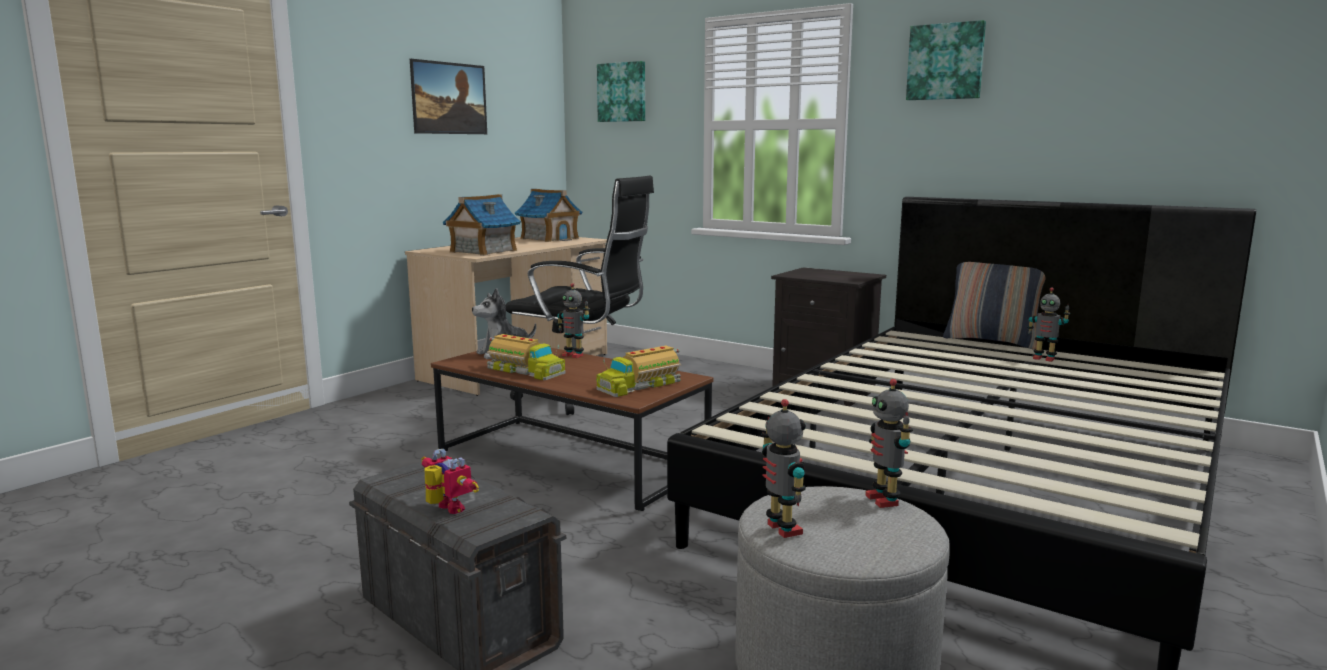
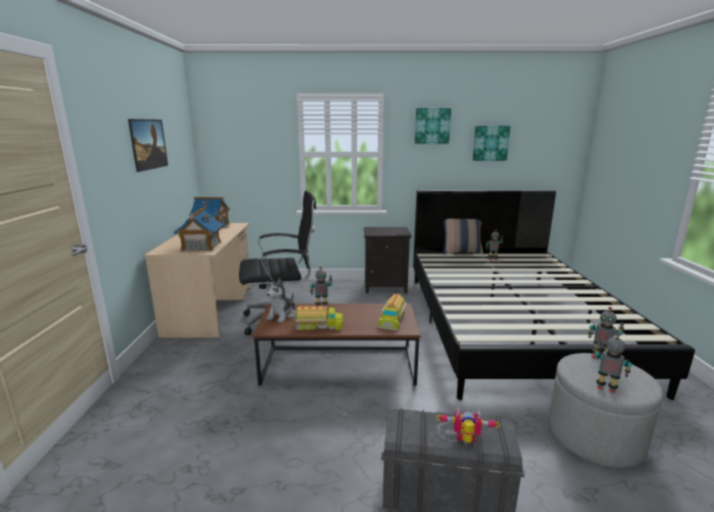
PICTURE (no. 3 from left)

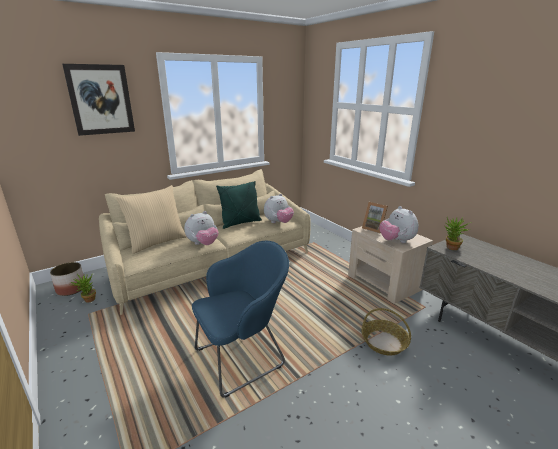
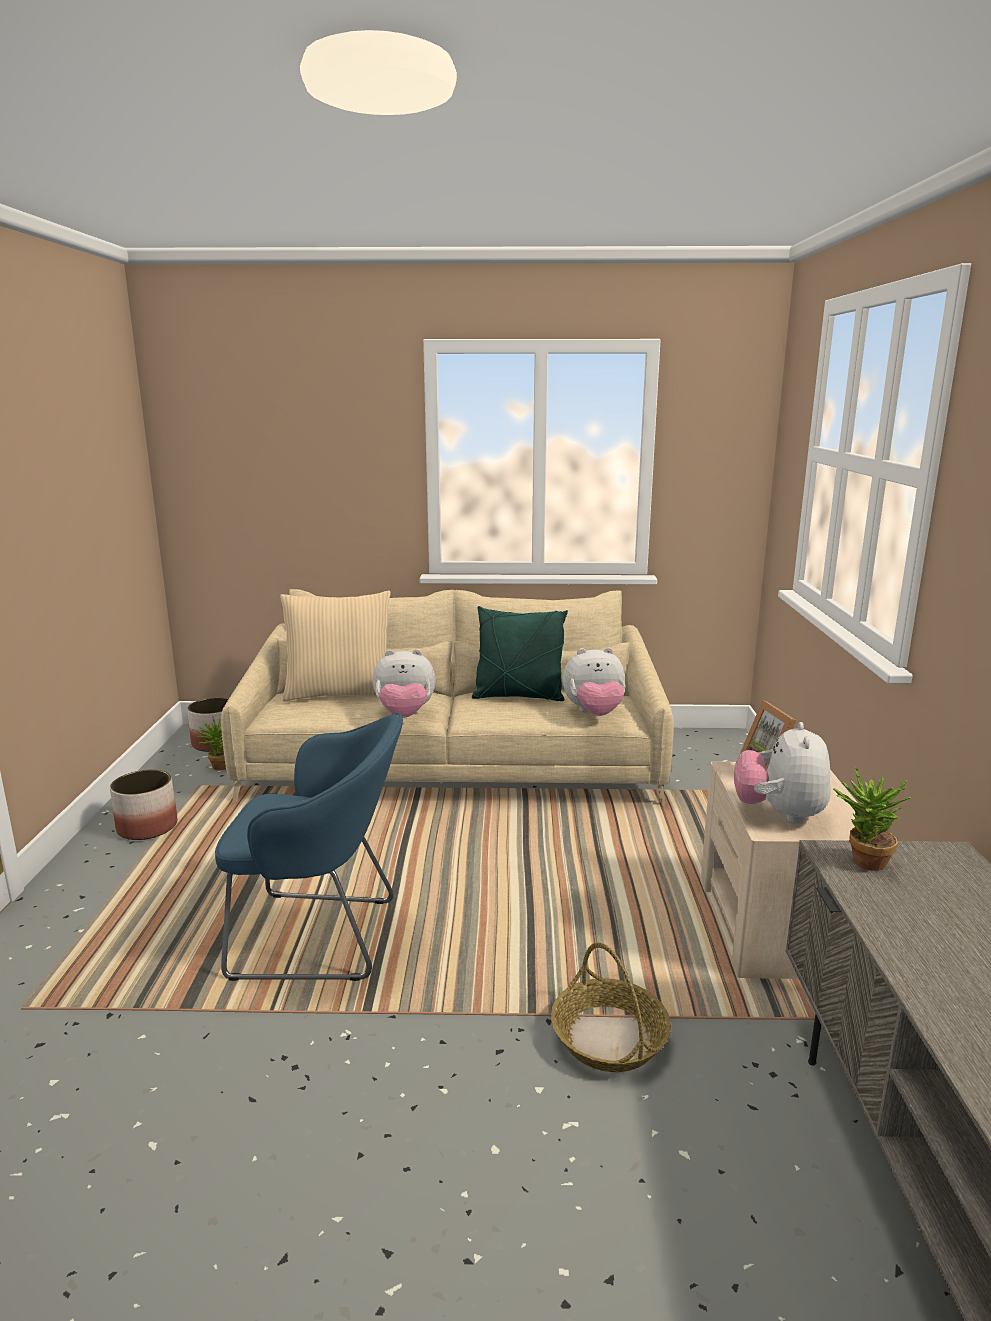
FLOWER POT (no. 1 from left)
PICTURE

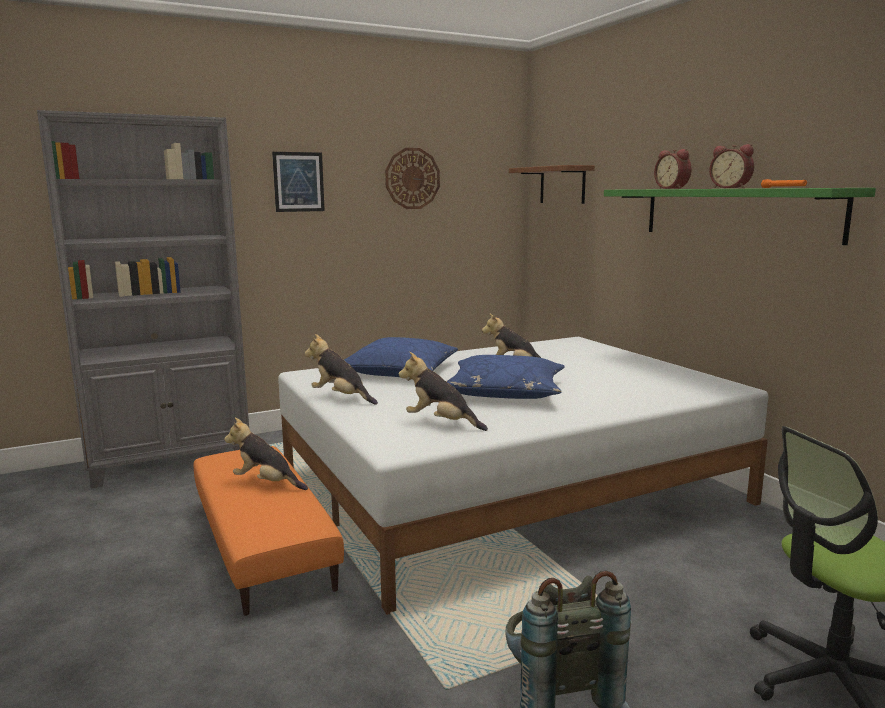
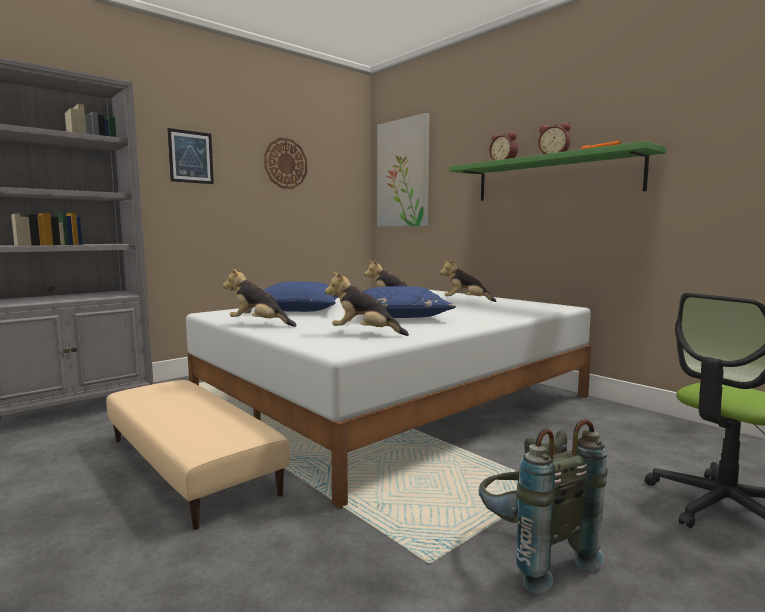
SAND-COLOURED POUFFE
PICTURE (no. 2 from left)
CUDDLY TOY (no. 4 from left)

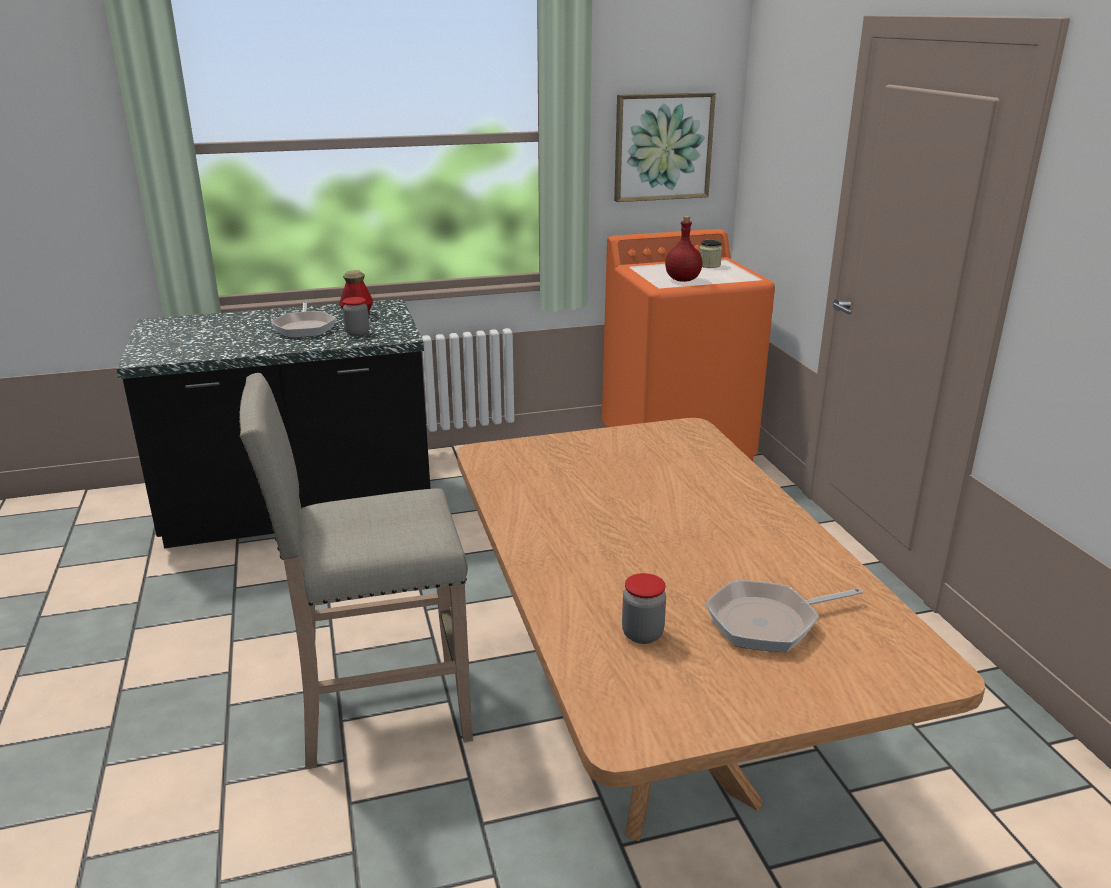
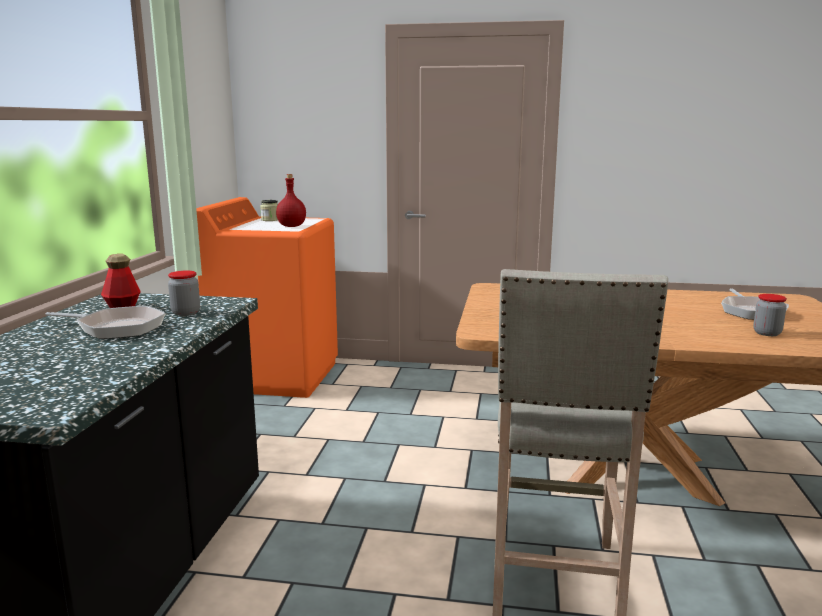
PICTURE

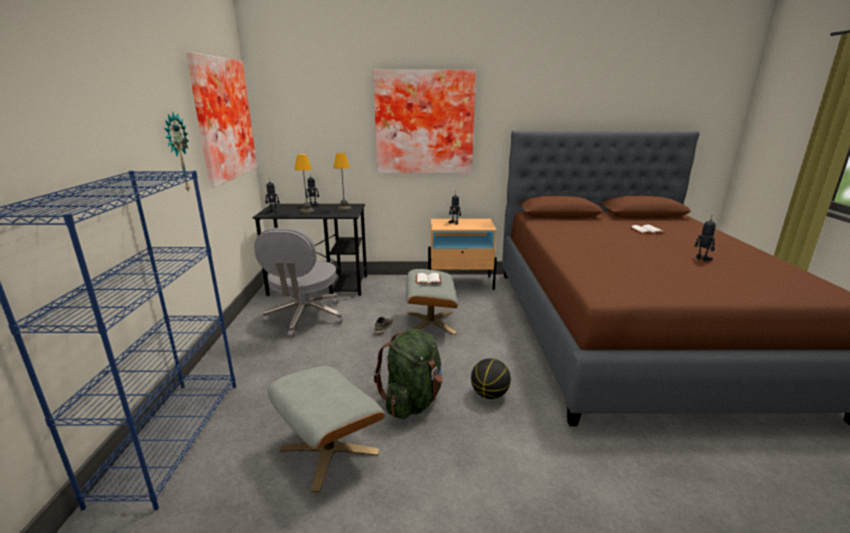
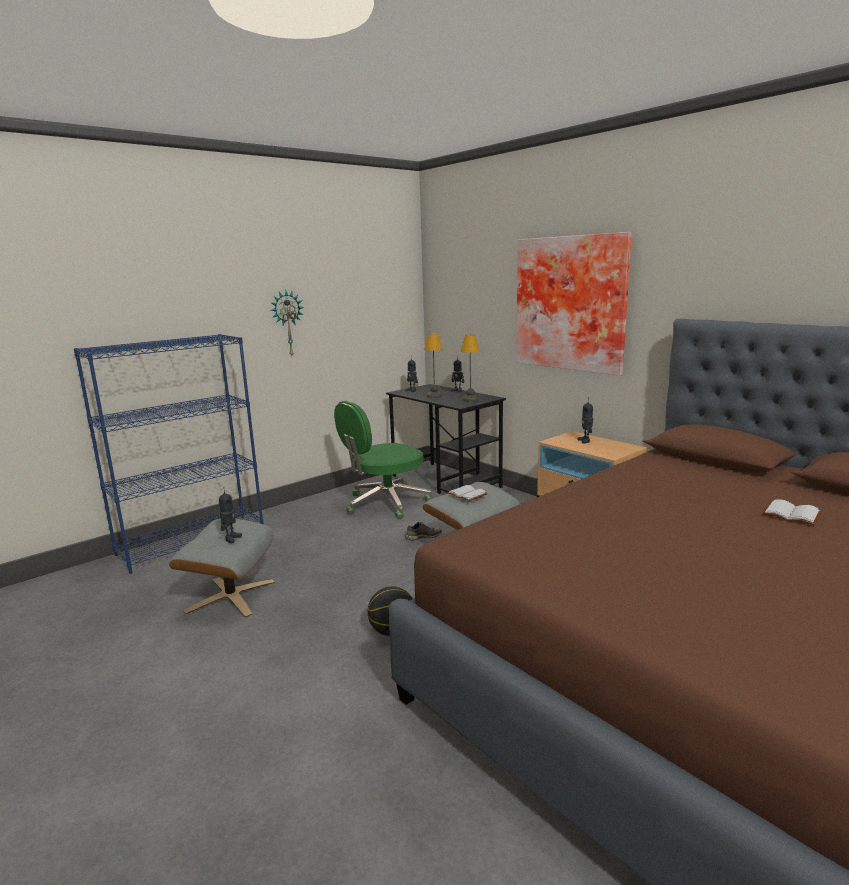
ROBOT FIGURE (no. 1 from left)
GREENISH COMPUTER CHAIR
PICTURE (no. 1 from left in the first image)
GREENISH KNAPSACK

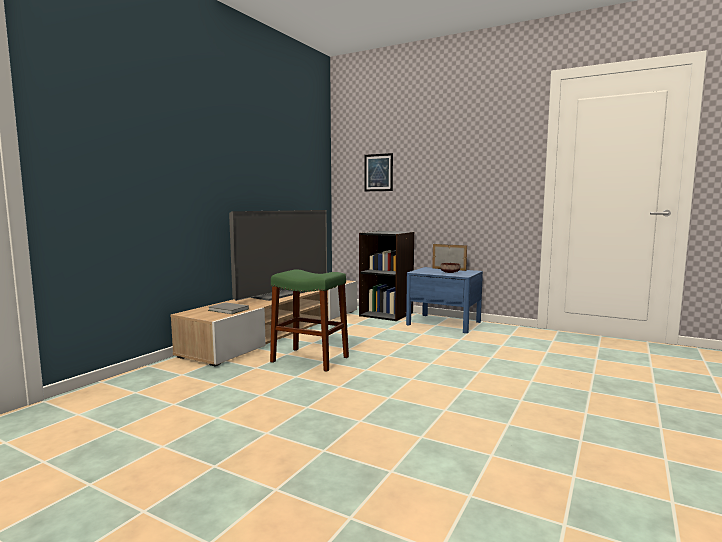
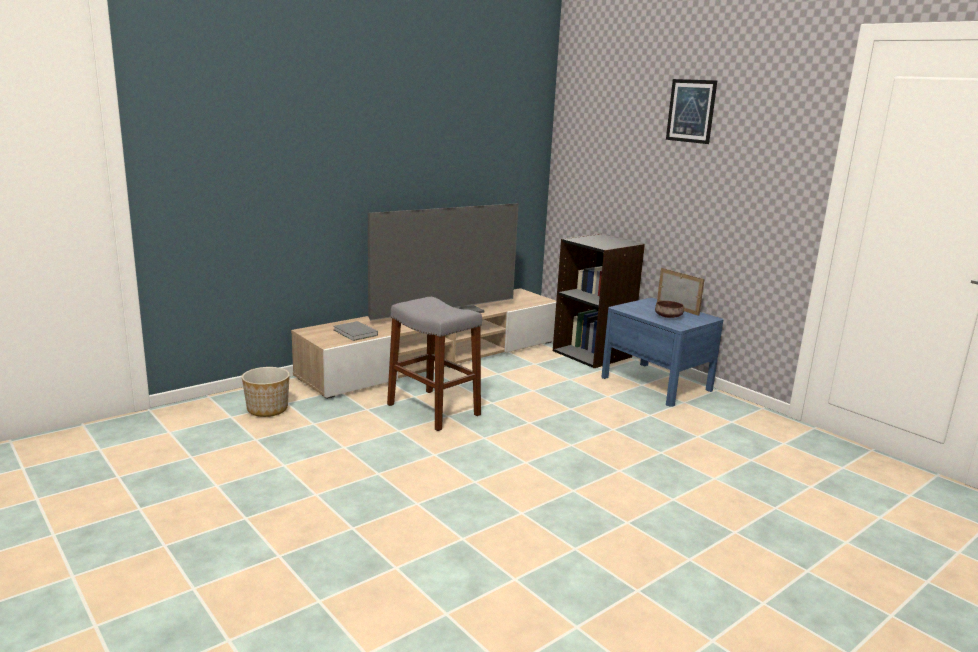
FLOWER POT
GREYISH SITTING STOOL
PICTURE

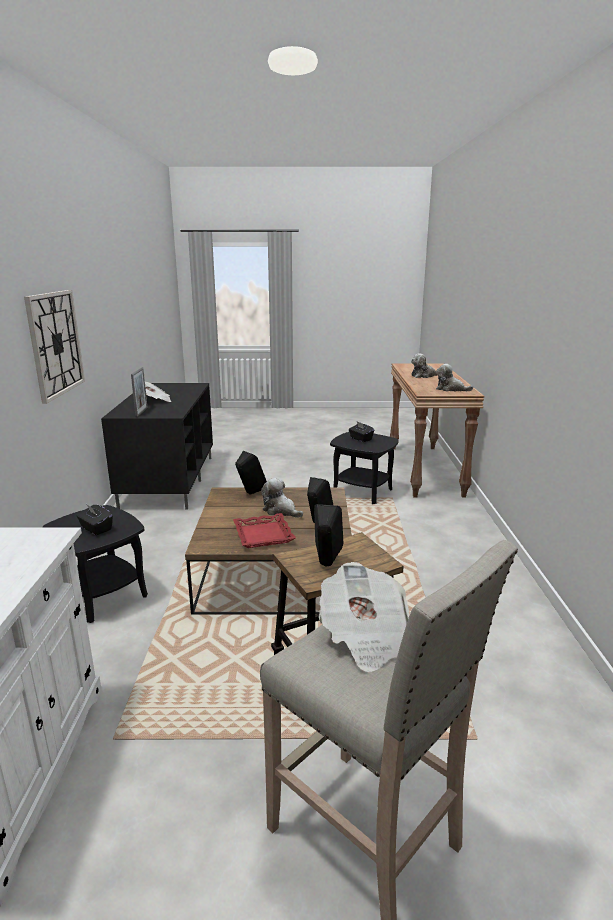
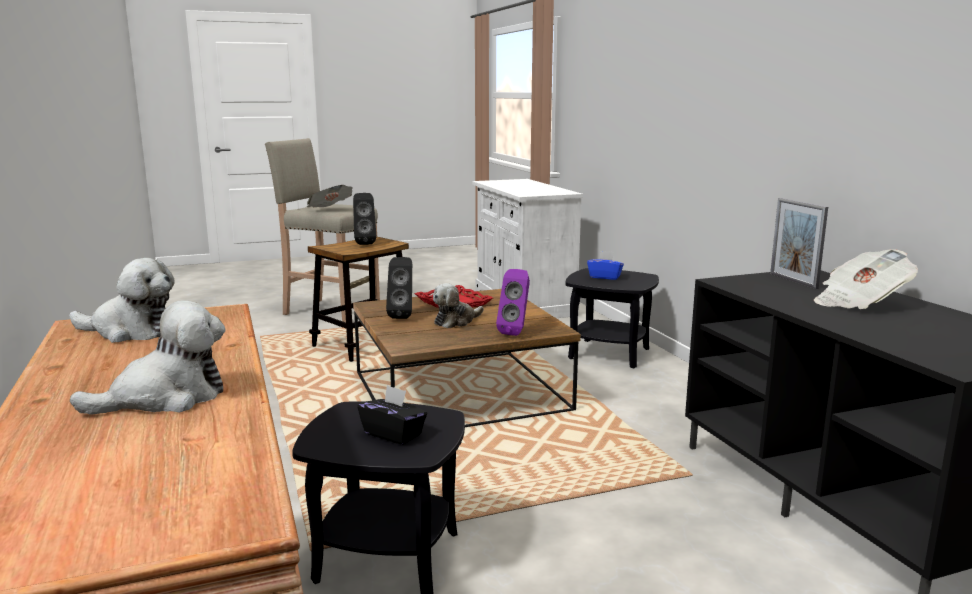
CUDDLY TOY (no. 3 from left)
PURPLE SPEAKER
BLUE-COLOURED TISSUE HOLDER
WALL CLOCK

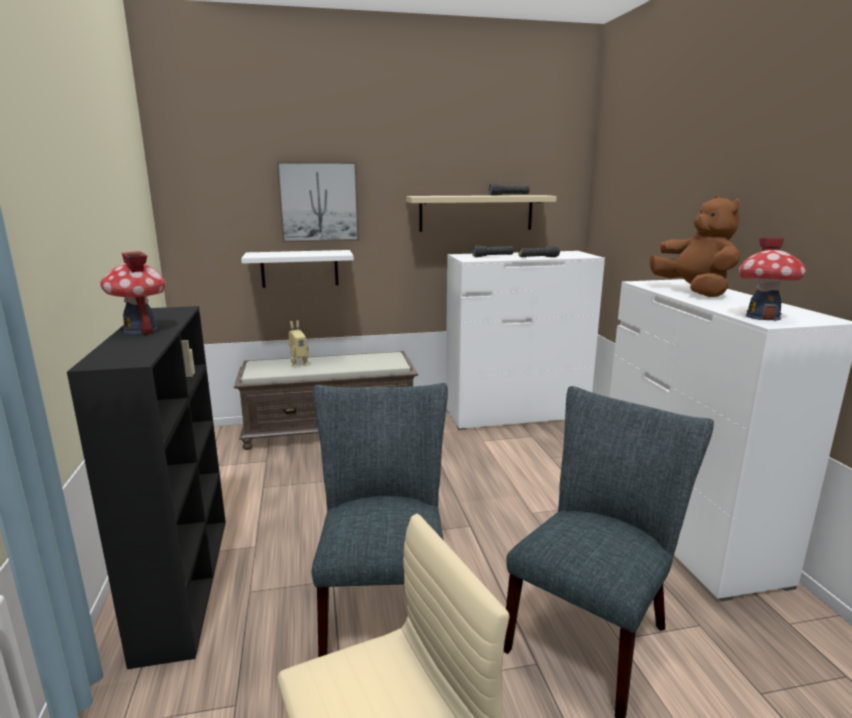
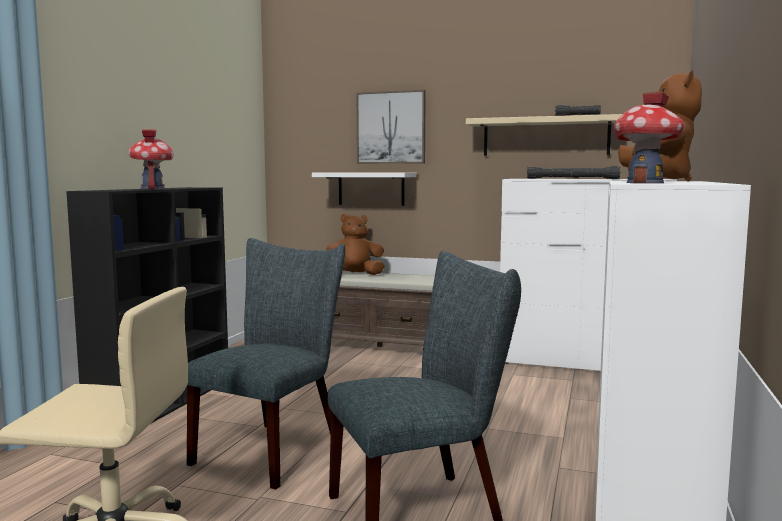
BROWN-COLOURED CUDDLY TOY (no. 1 from left)

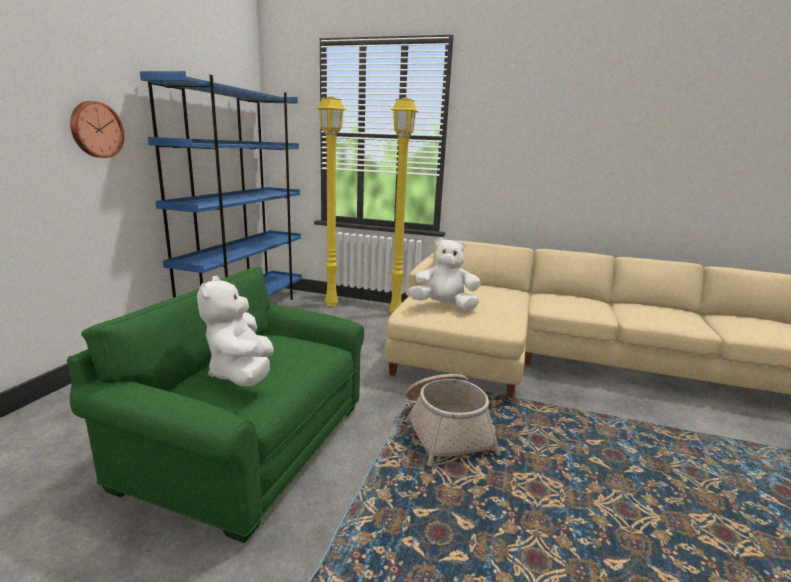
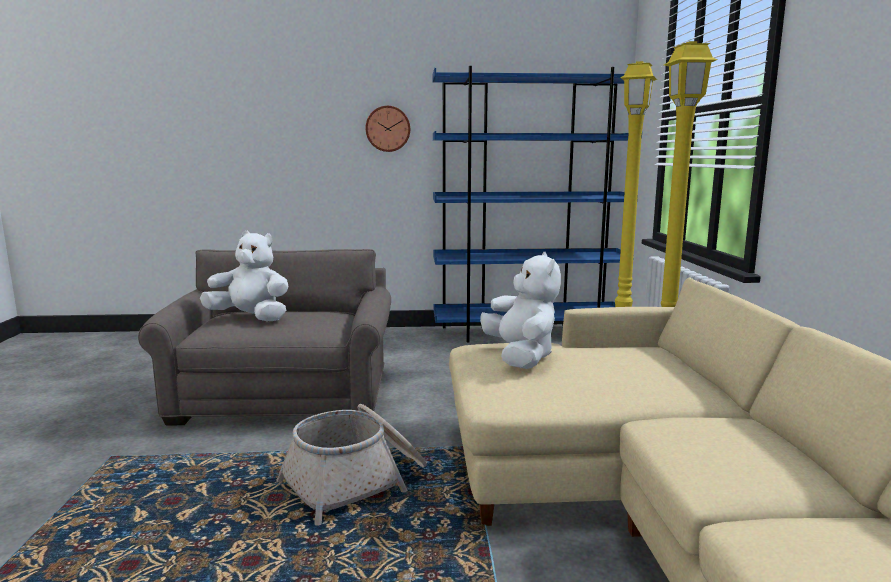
GREYISH ARMCHAIR
WHITISH CUDDLY TOY (no. 1 from left)

